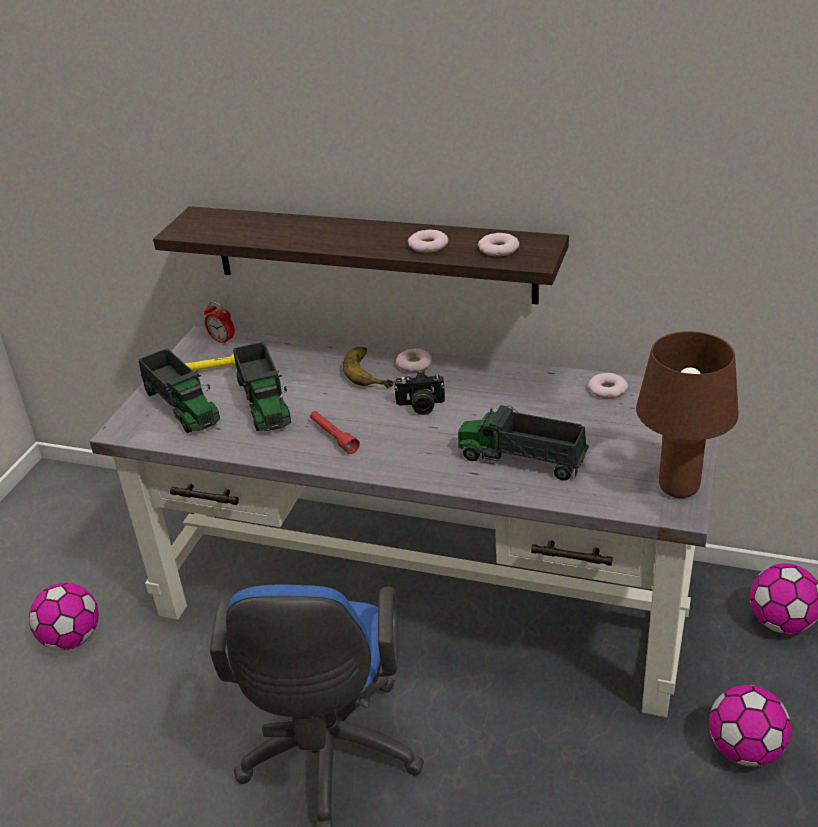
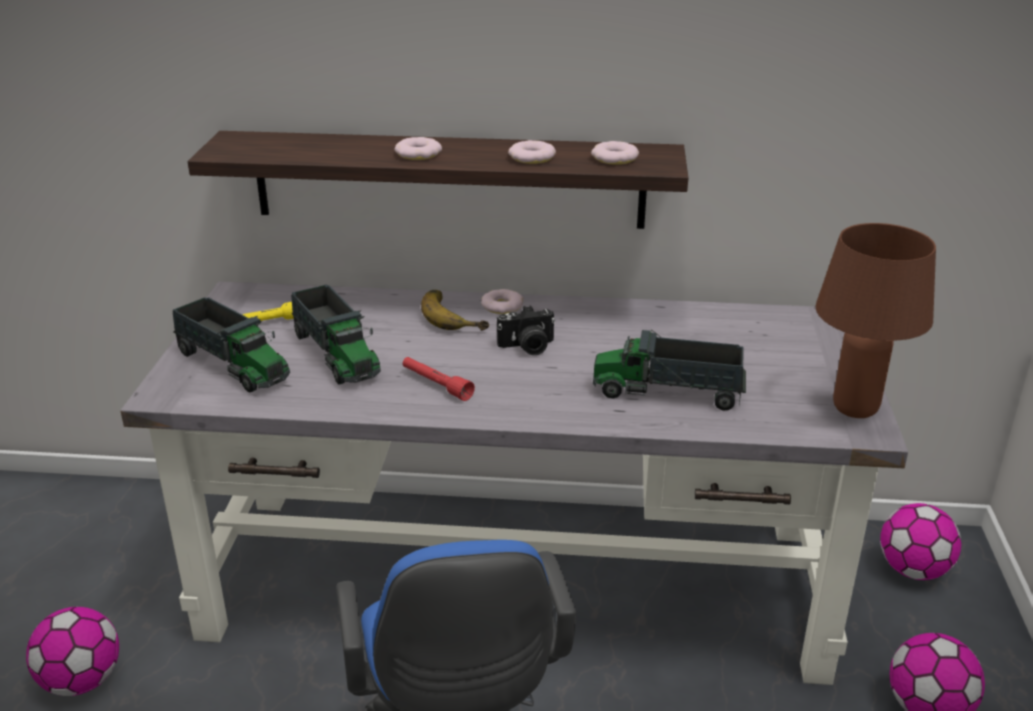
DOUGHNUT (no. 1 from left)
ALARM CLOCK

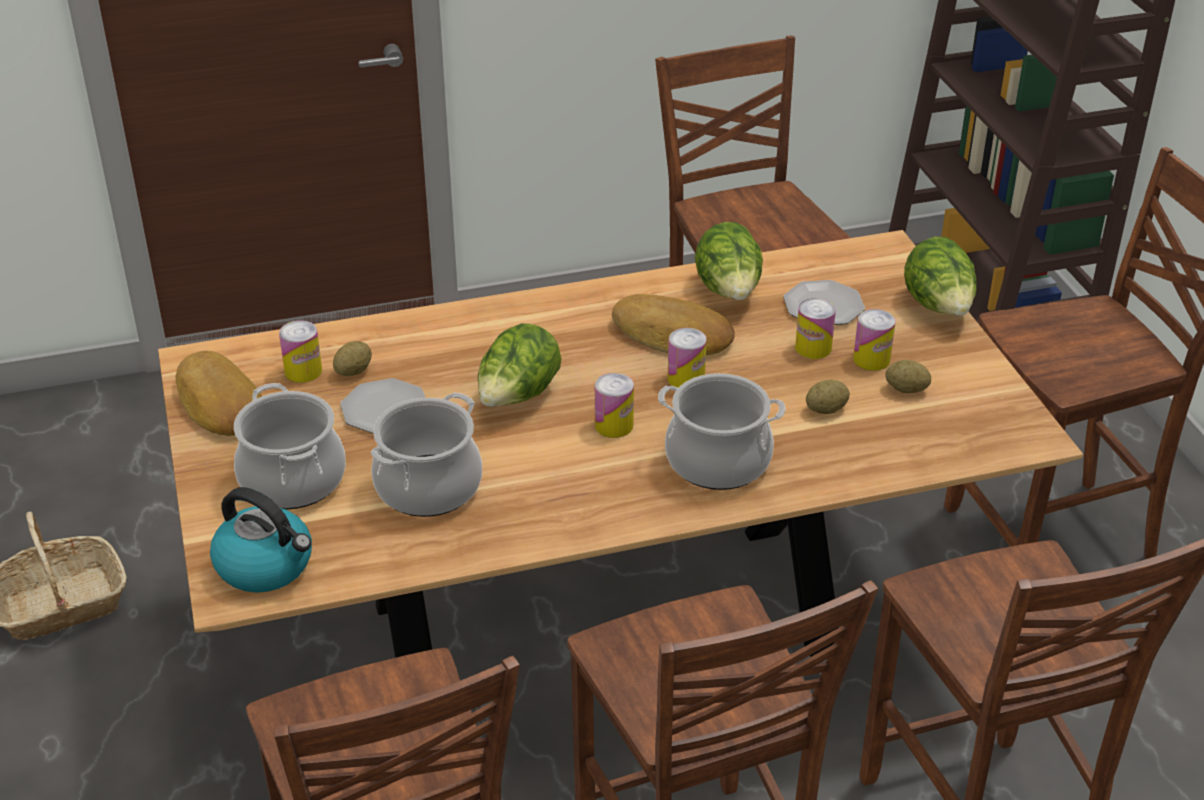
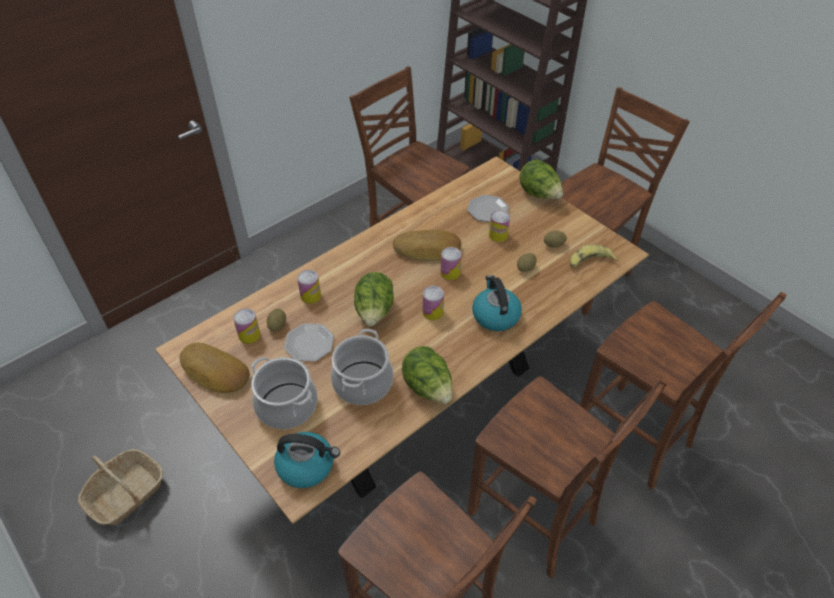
METAL CAN (no. 2 from left)
HEAD OF LETTUCE (no. 2 from left)
TEA KETTLE (no. 2 from left)
WHOLE BANANA

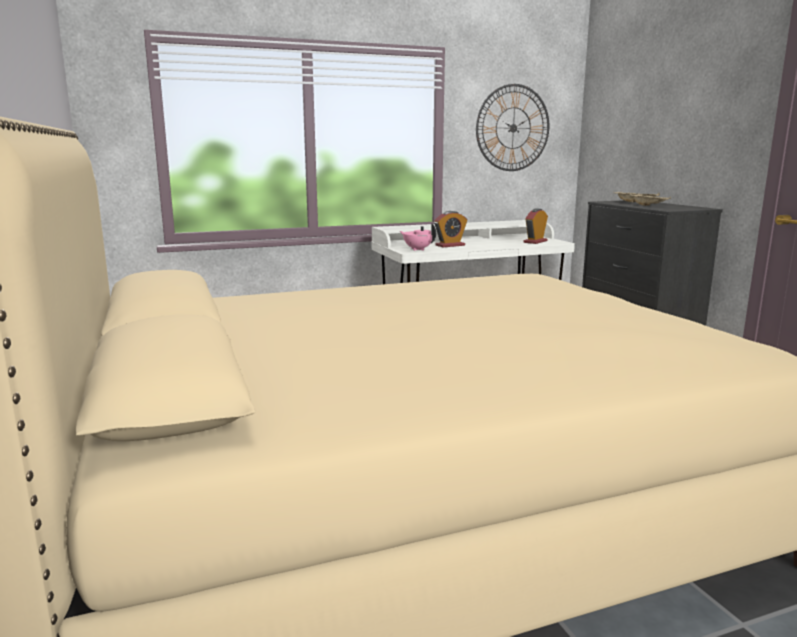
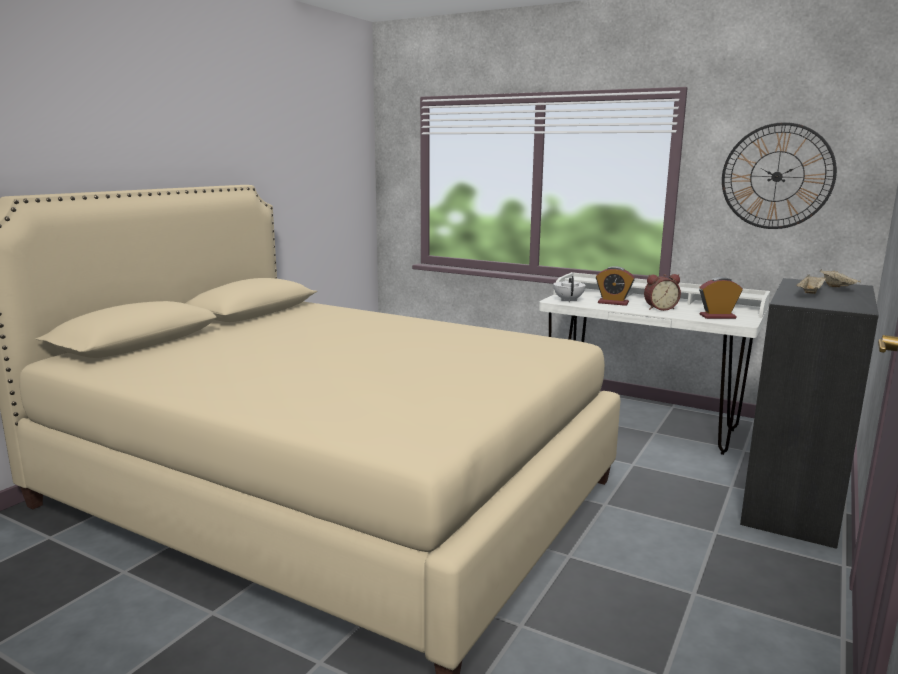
WHITISH TEA POT
ALARM CLOCK (no. 2 from left)

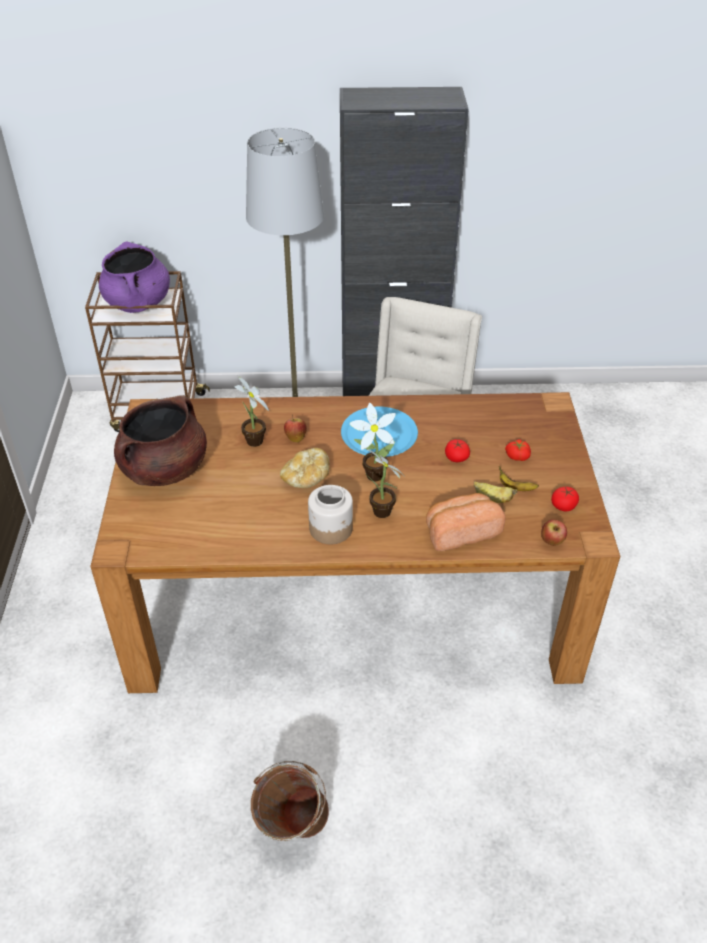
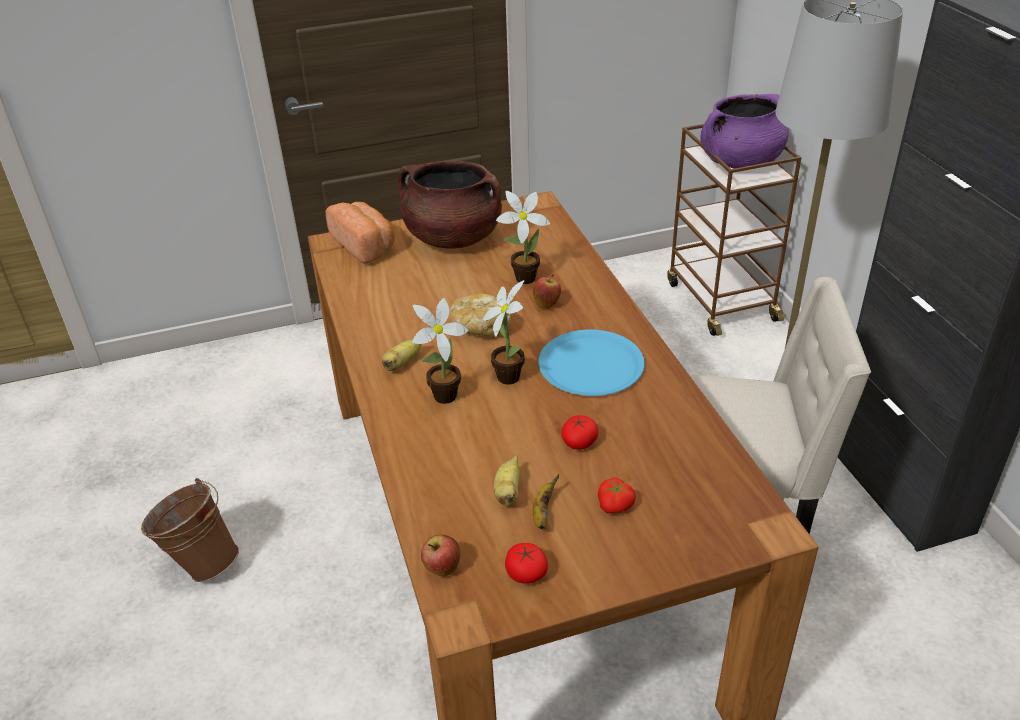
BAKED BREAD (no. 1 from left)
WHOLE BANANA (no. 1 from left)

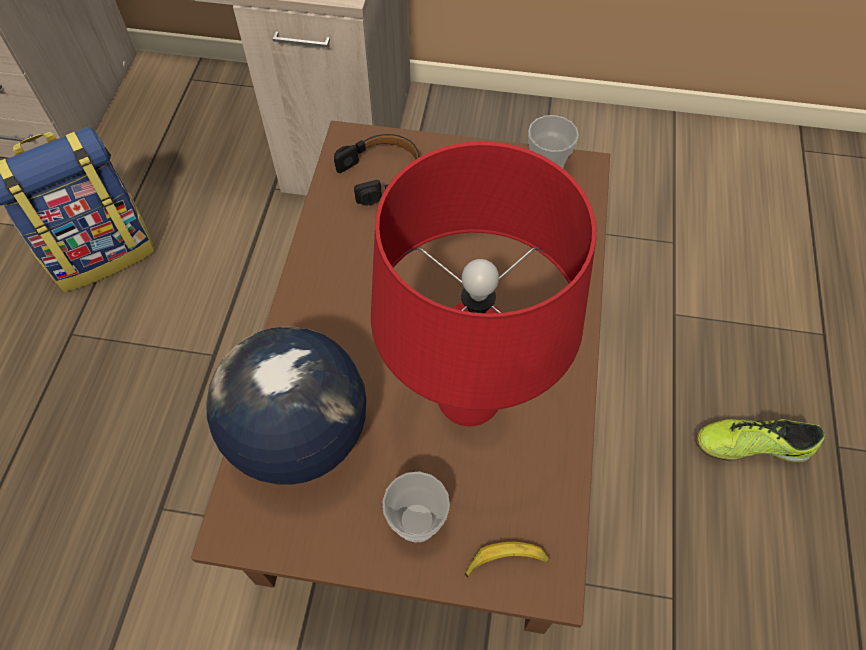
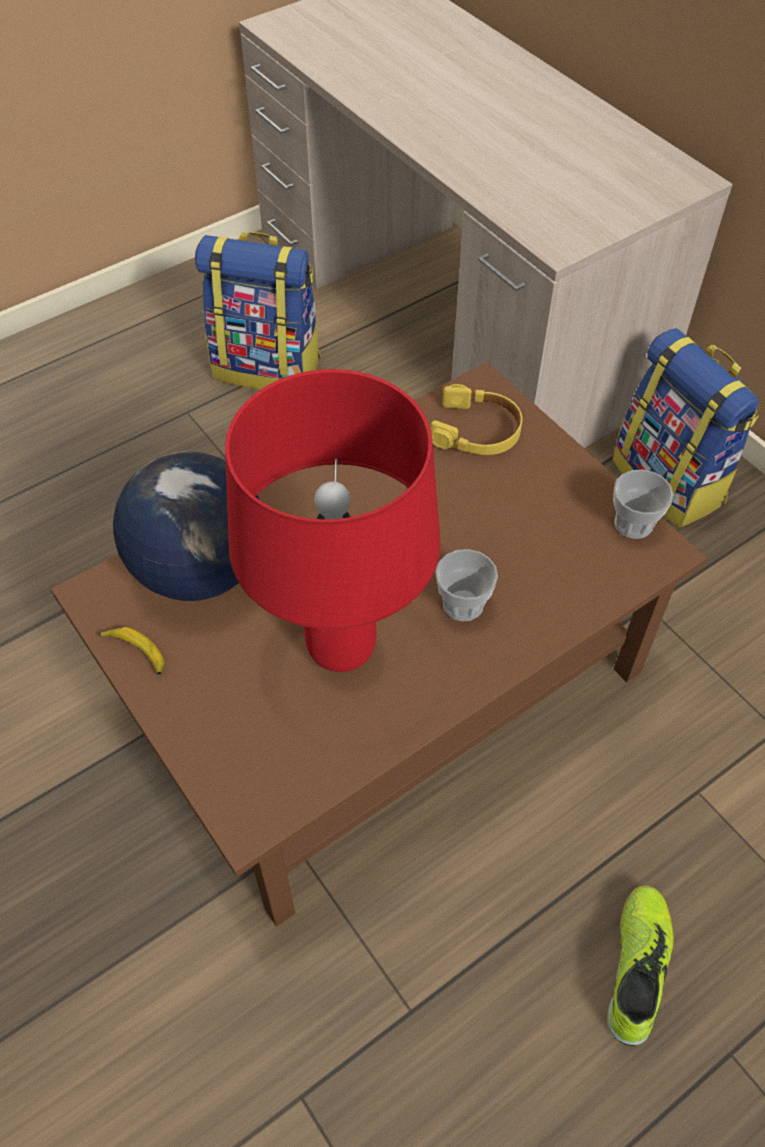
WHOLE BANANA
YELLOW-COLOURED HEADSET
DRINKING CUP (no. 1 from left)
LOW SHOE
KNAPSACK (no. 2 from left)

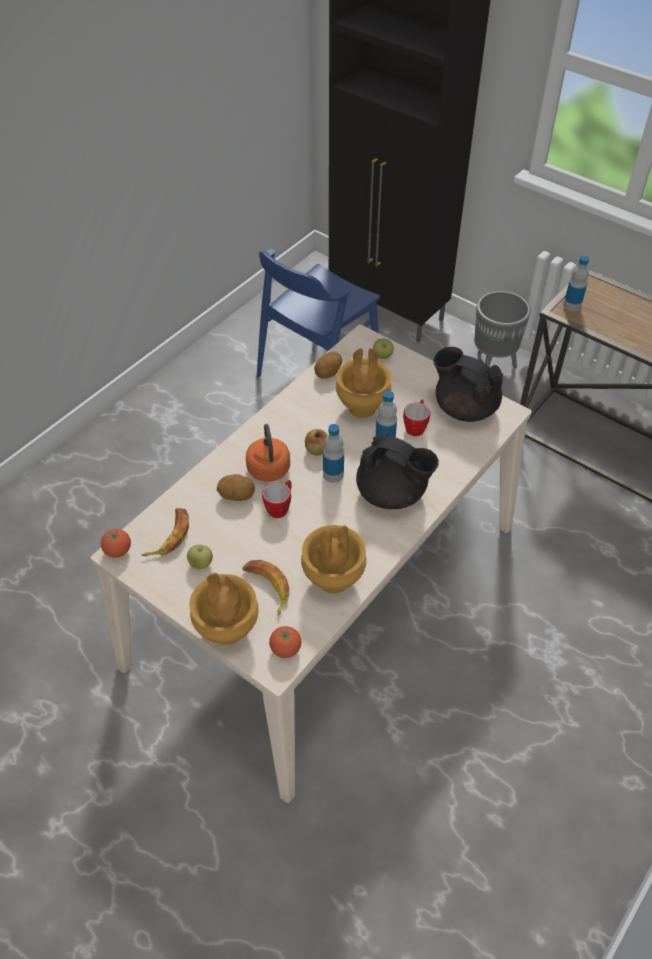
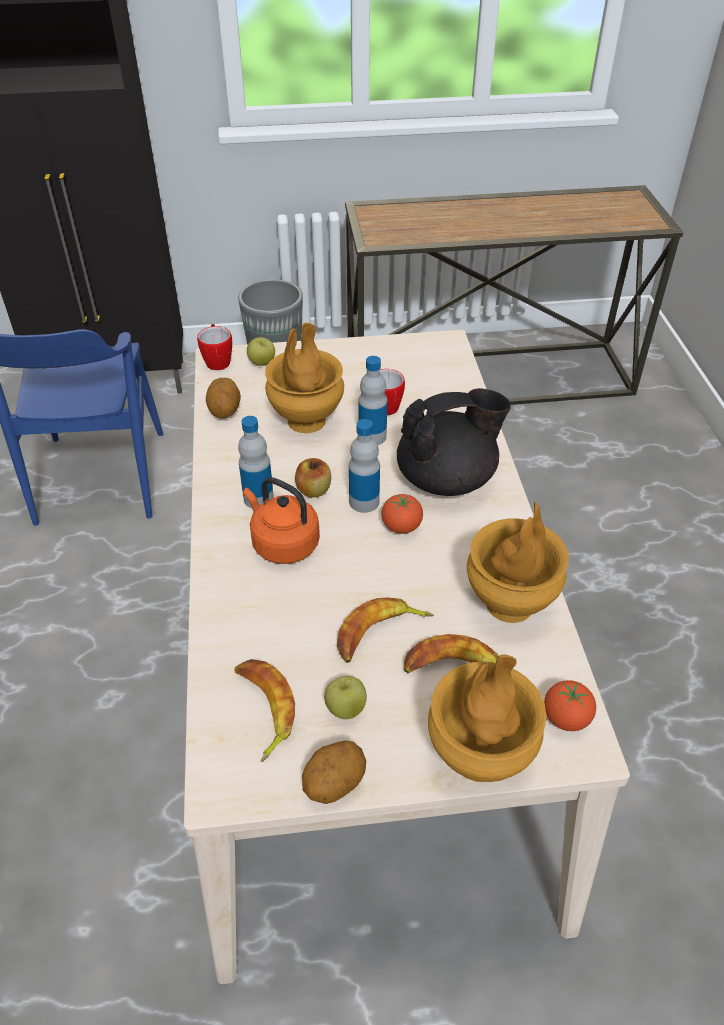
TEA MUG (no. 1 from left)
BEVERAGE BOTTLE (no. 1 from left)
POTATO (no. 2 from left)
WHOLE BANANA (no. 2 from left)
FRESH TOMATO (no. 1 from left)
BLACK TEA POT (no. 2 from left in the first image)

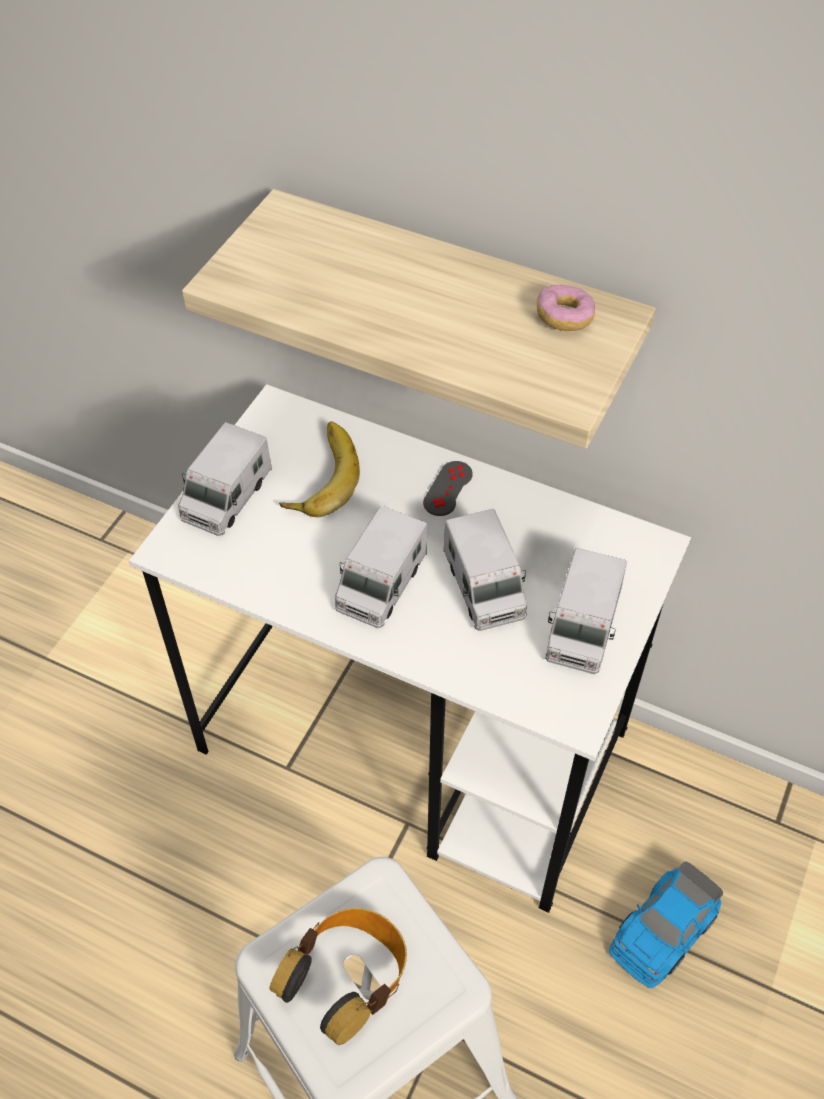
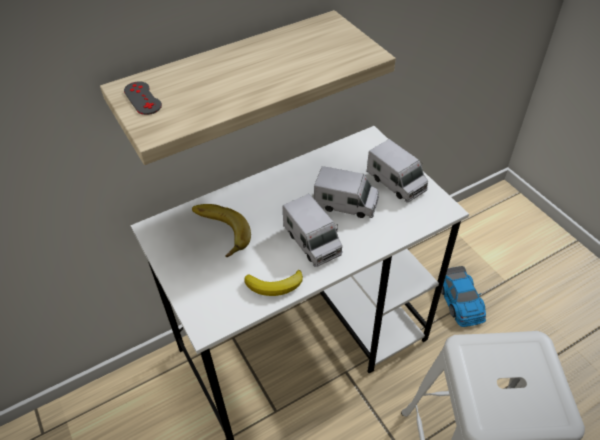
GREYISH JOYPAD
WHOLE BANANA (no. 2 from left)
MODEL TRUCK (no. 1 from left in the first image)
HEADSET
DOUGHNUT

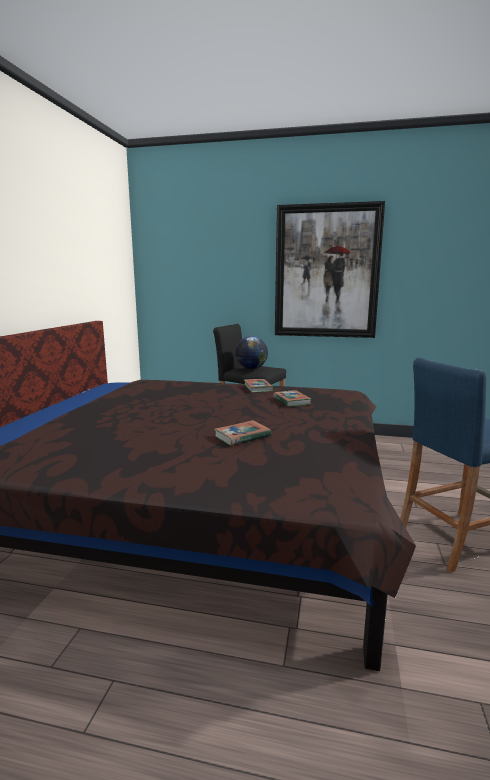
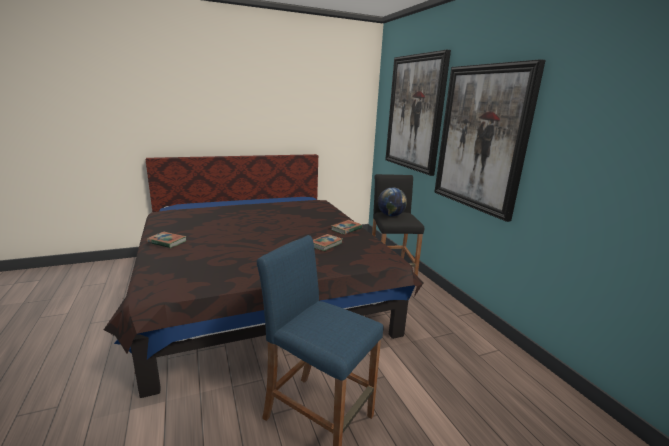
BOUND BOOK (no. 1 from left)
PICTURE (no. 1 from left)

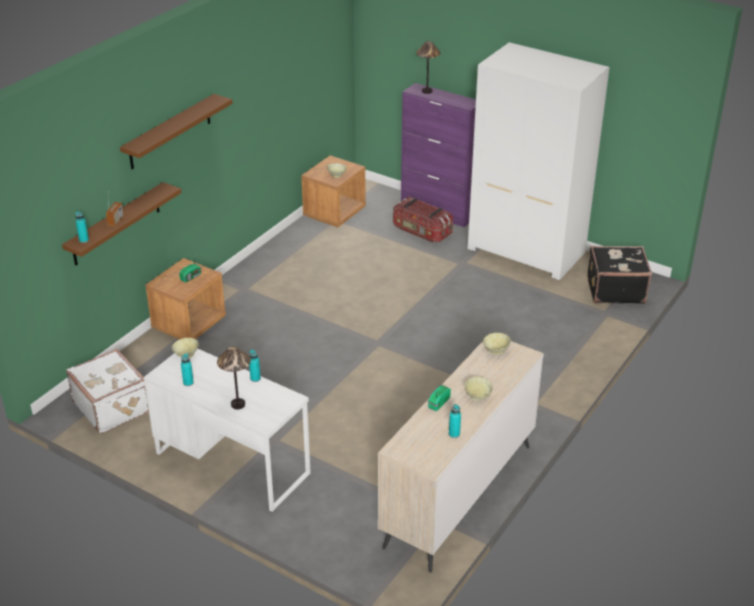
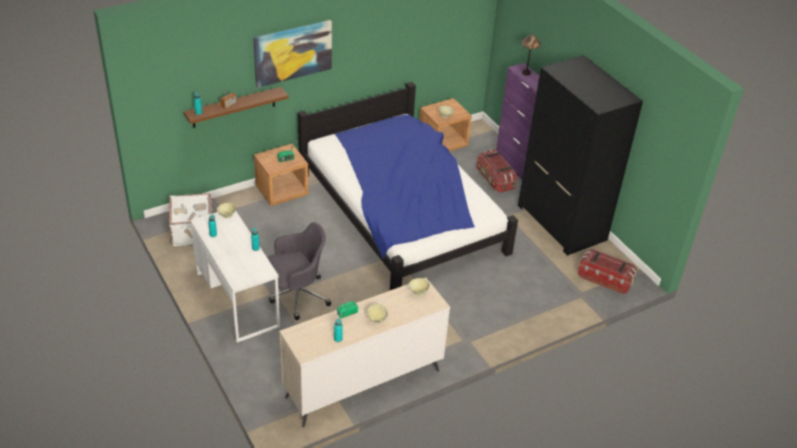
PICTURE
GREYISH COMPUTER CHAIR
SLEEPING BED
BLACK CLOTHES CUPBOARD
STORAGE CONTAINER (no. 2 from left)
TABLETOP LAMP (no. 1 from left in the first image)

